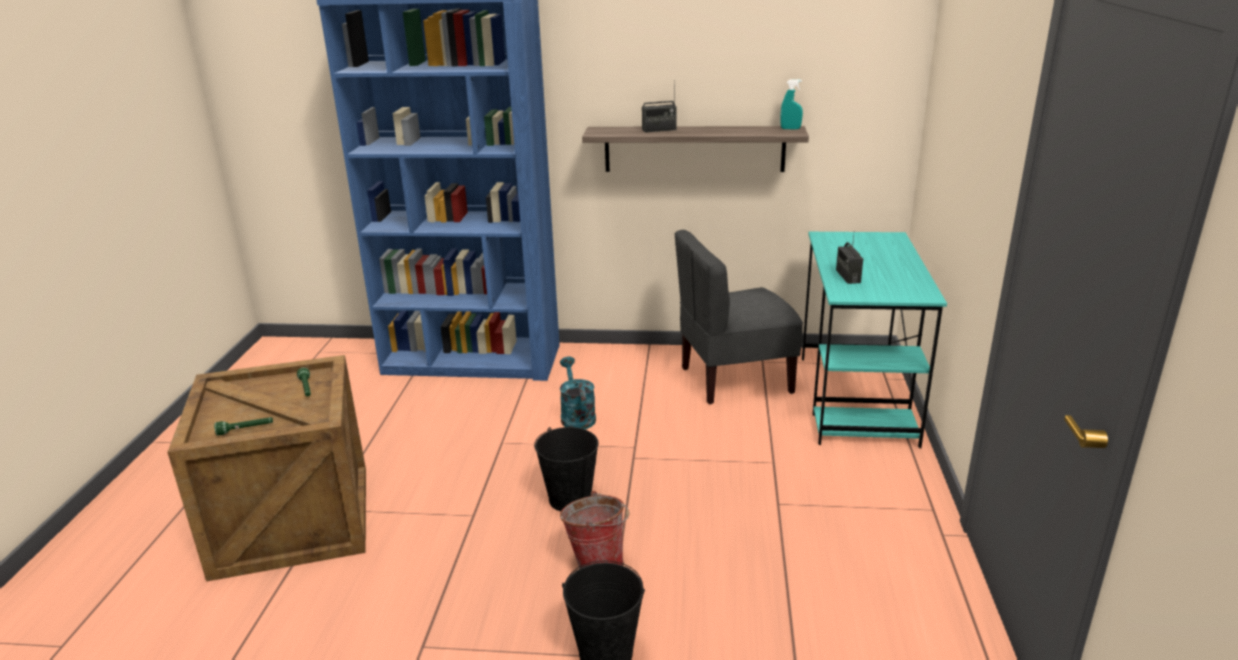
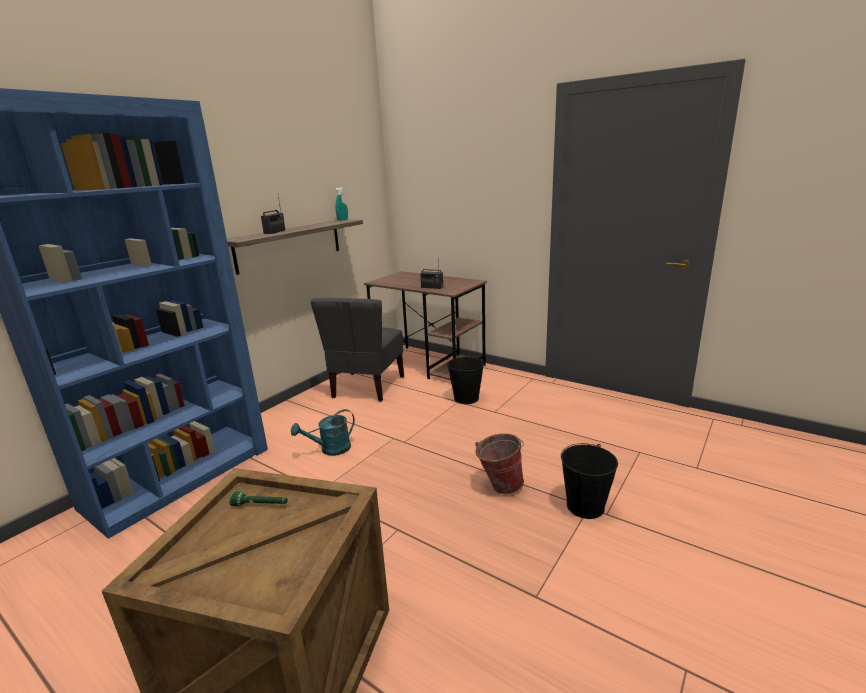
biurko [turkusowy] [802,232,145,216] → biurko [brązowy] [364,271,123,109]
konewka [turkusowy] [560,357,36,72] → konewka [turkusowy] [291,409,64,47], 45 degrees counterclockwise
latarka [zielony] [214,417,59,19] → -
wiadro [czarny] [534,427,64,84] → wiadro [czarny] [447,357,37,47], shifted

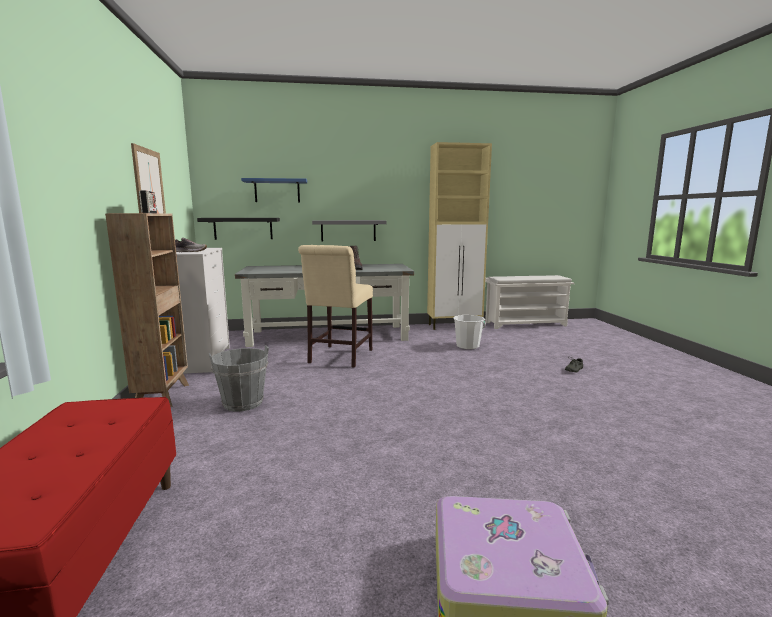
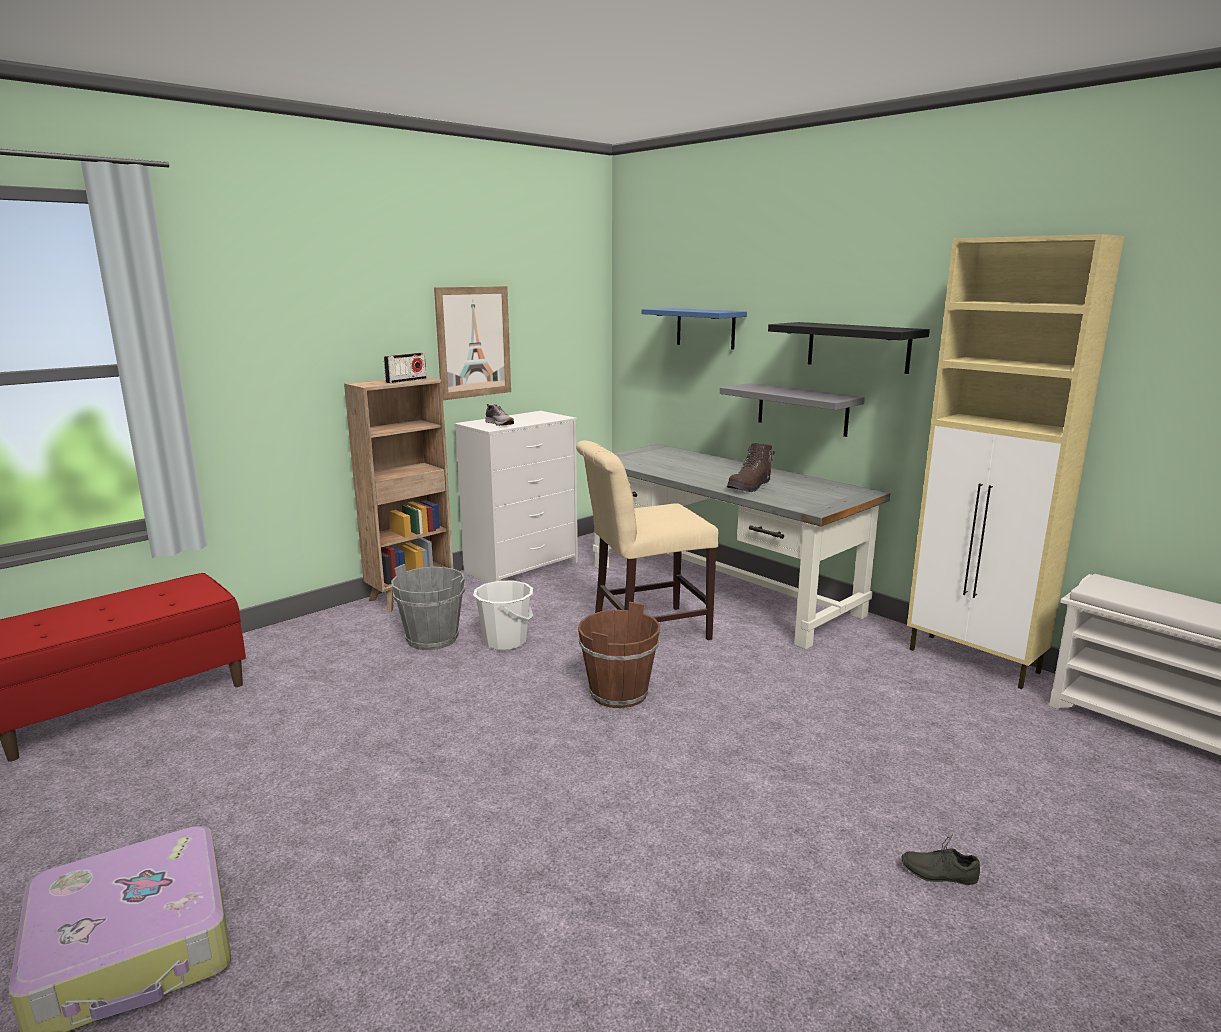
półka [czarny] [197,218,83,22] → półka [czarny] [768,322,162,52], shifted
wiadro [biały] [453,315,33,34] → wiadro [biały] [473,581,60,69], shifted
- → wiadro [brązowy] [578,602,82,106]

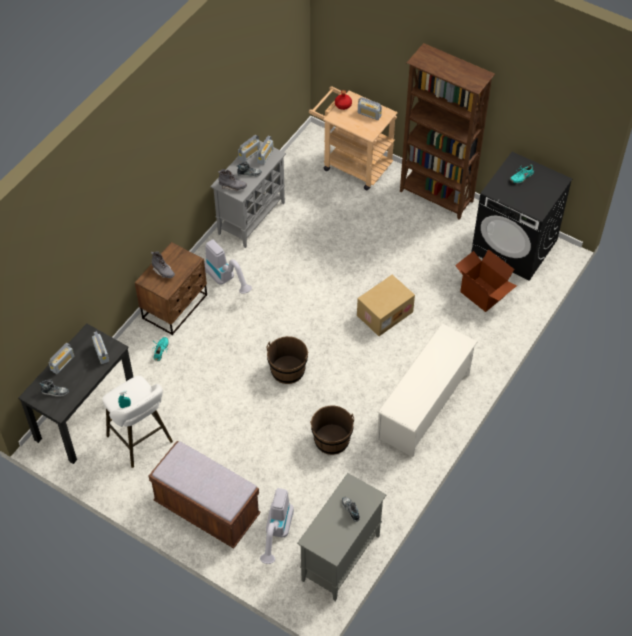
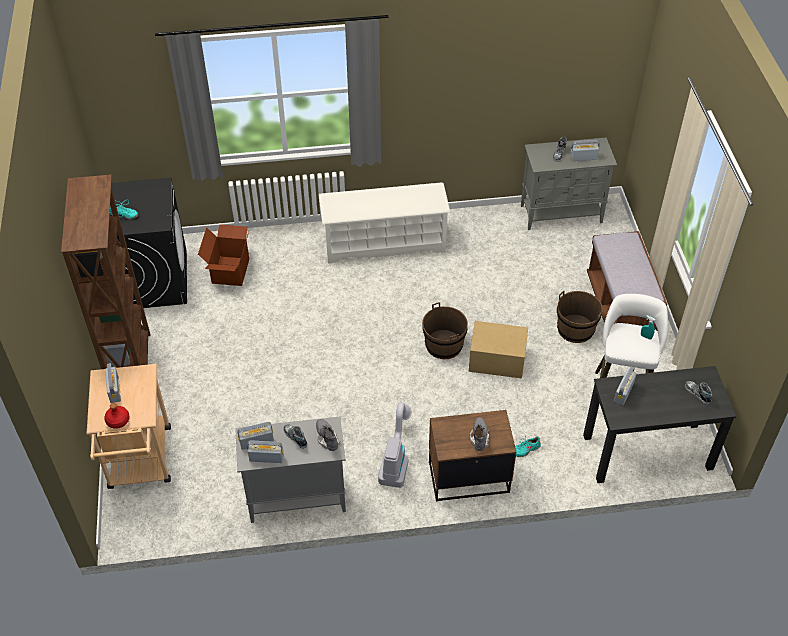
karton [357,275,58,61] → karton [469,321,59,58], shifted
radio [49,343,25,31] → radio [570,140,30,21], shifted
wiadro [brązowy] [310,405,44,50] → wiadro [brązowy] [557,290,46,53], shifted
odkurzacz [260,488,34,76] → -

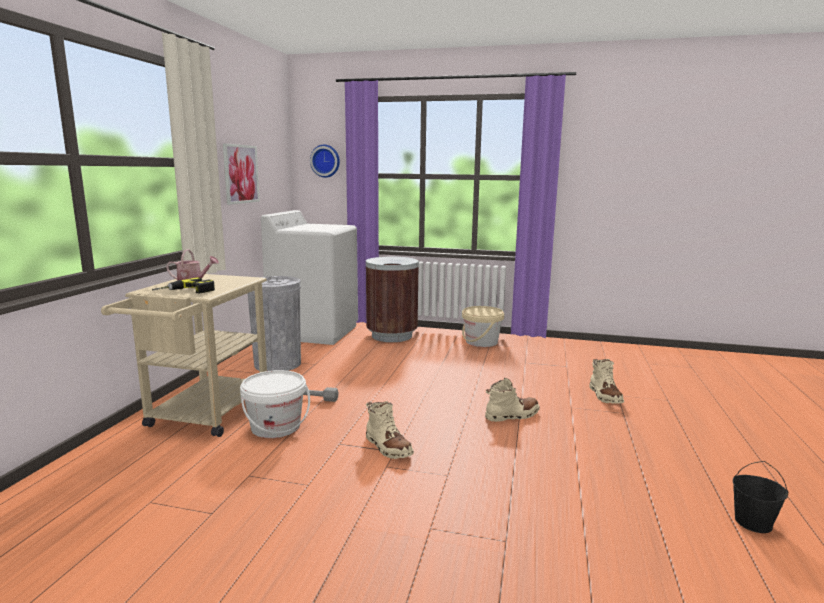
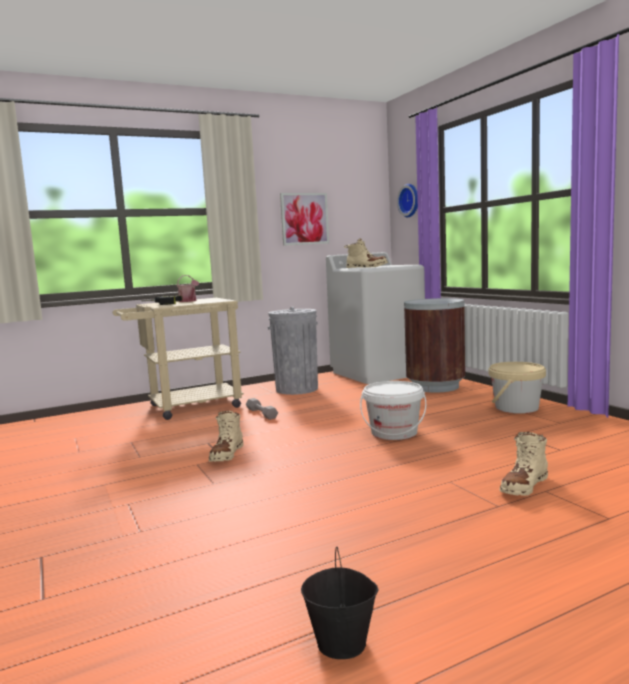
wiadro [biały] [240,370,70,68] → wiadro [biały] [360,381,66,59], shifted
but z cholewką [beżowy] [485,378,55,44] → but z cholewką [beżowy] [344,238,44,30], shifted

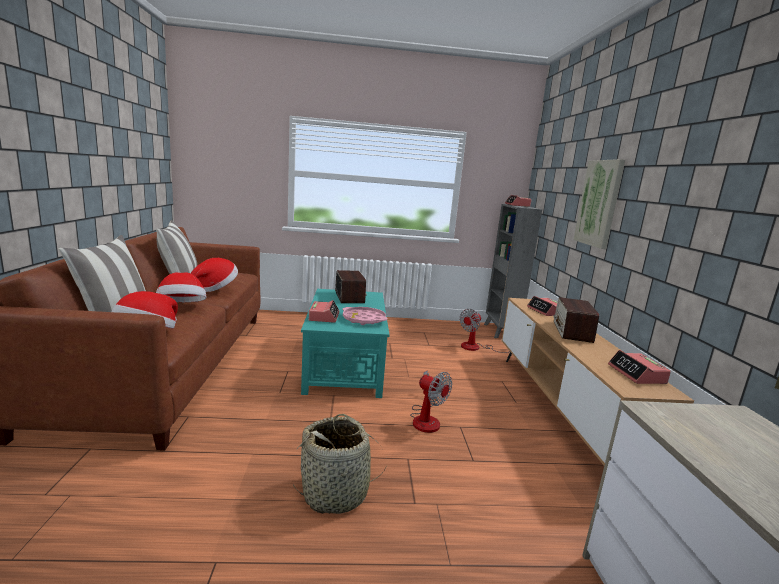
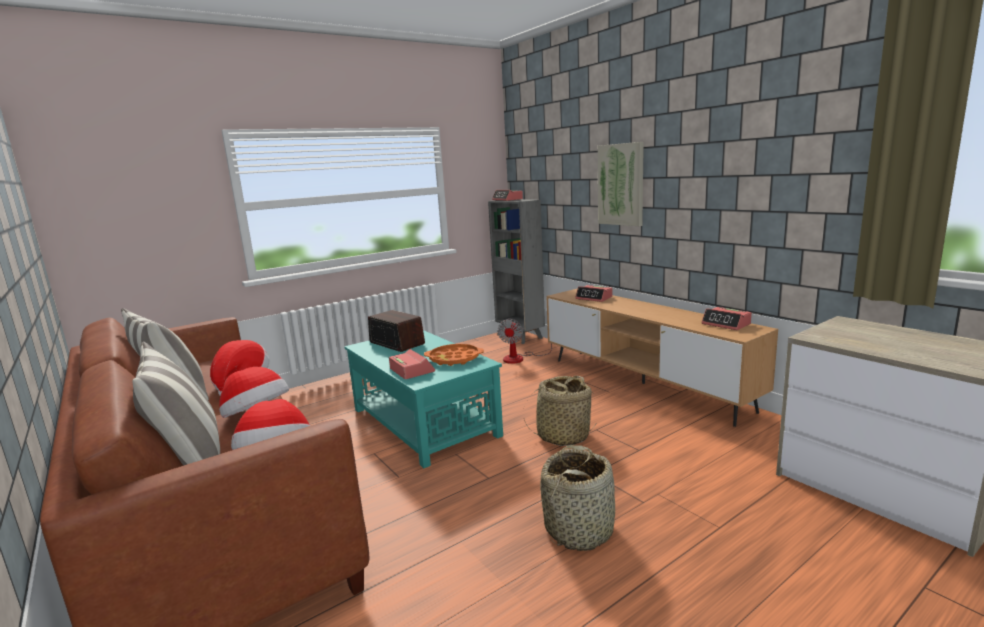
radio [553,297,46,46] → -
taca [różowy] [343,307,44,18] → taca [pomarańczowy] [424,344,60,22]
wentylator [410,370,42,63] → koszyk [524,376,73,70]

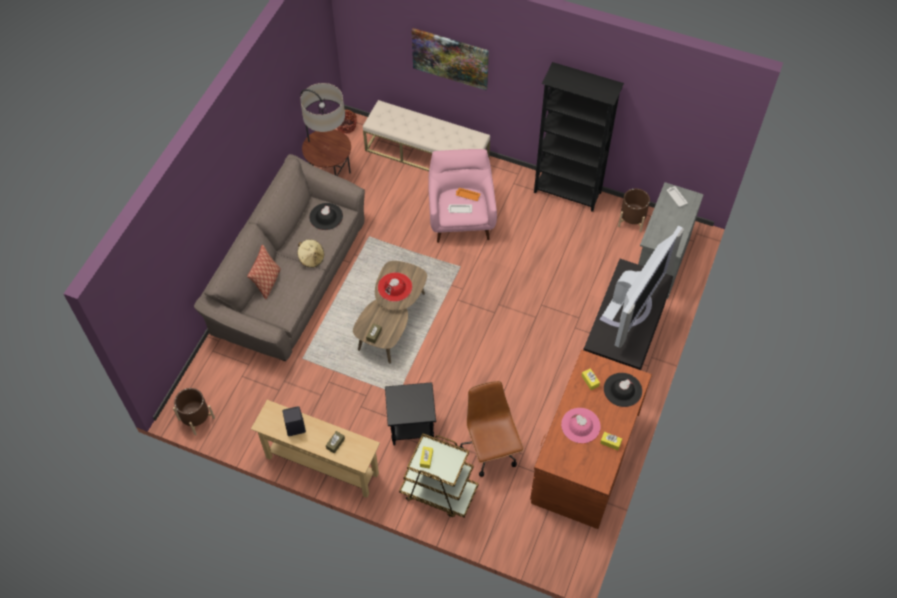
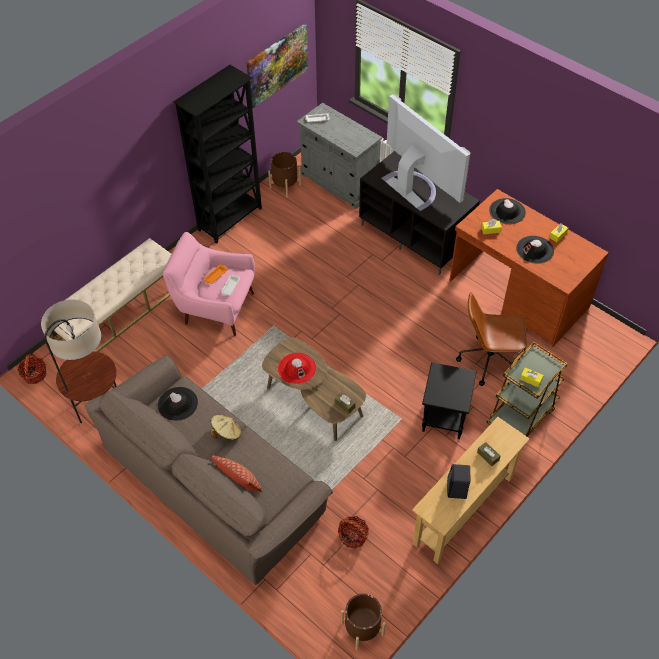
obraz [412,28,77,62] → obraz [246,24,62,84], shifted
kapelusz [różowy] [561,408,40,35] → kapelusz [czarny] [516,236,38,28]
- → koszyk [338,516,31,33]

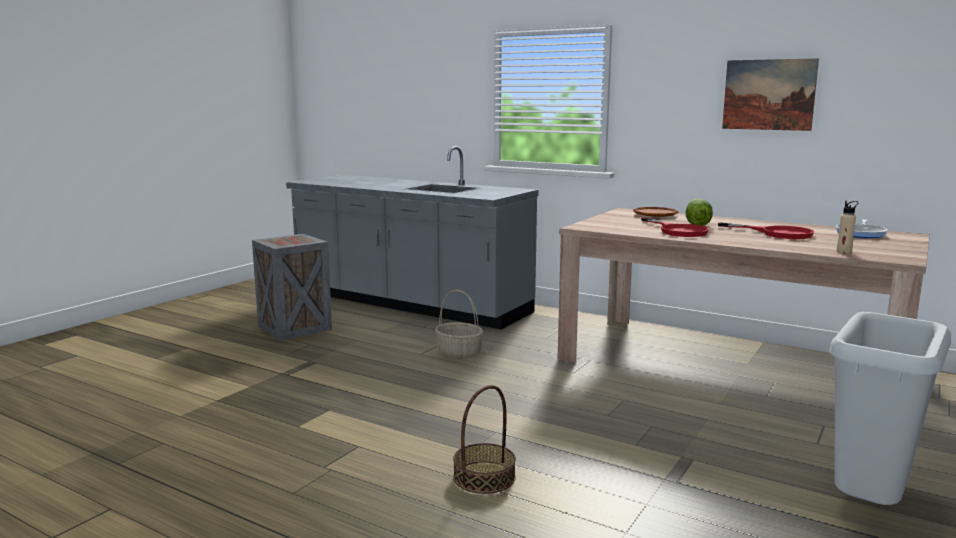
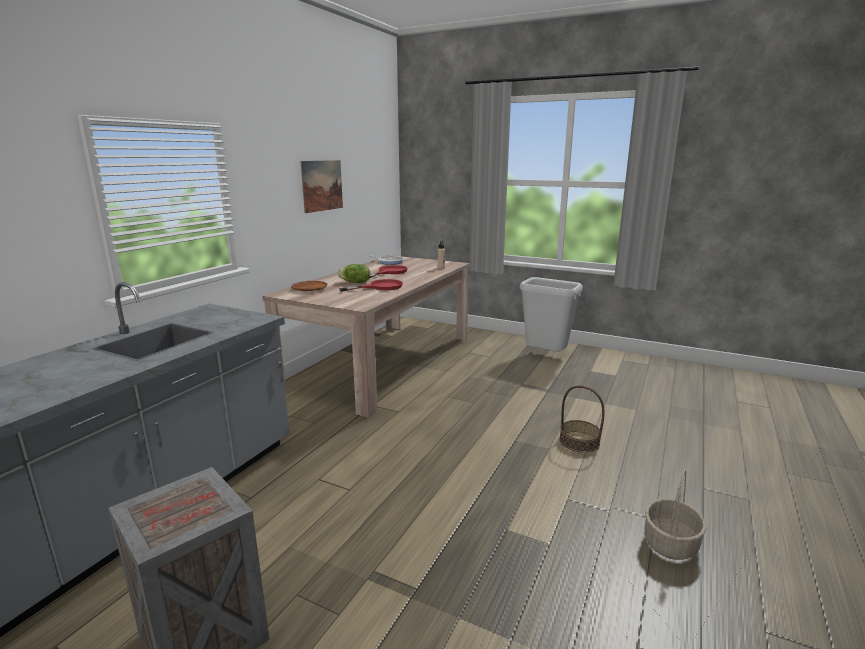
koszyk [435,289,48,70] → koszyk [644,470,62,90], shifted

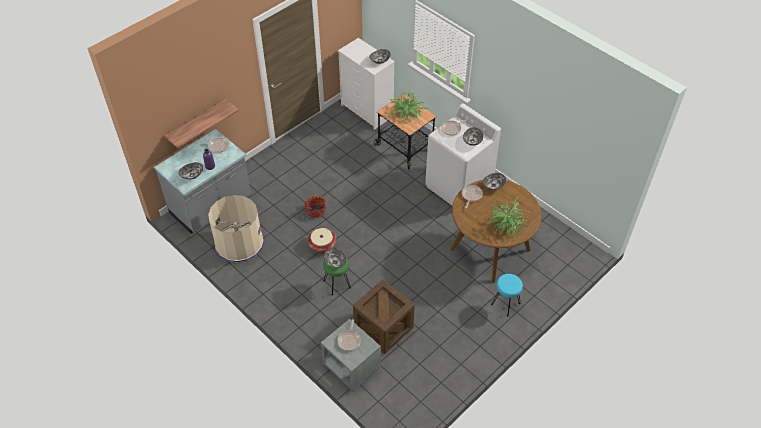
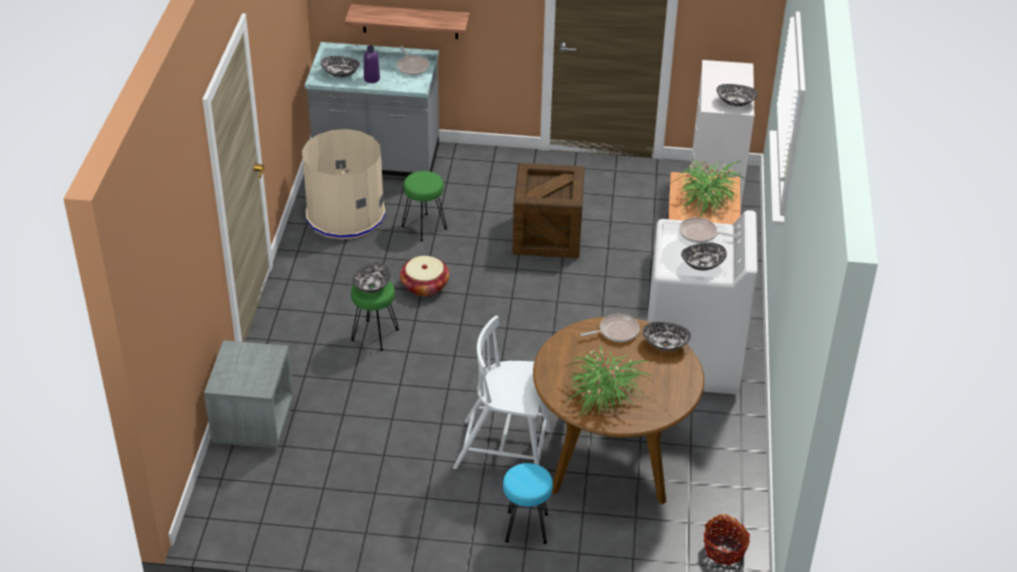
koszyk [304,195,22,23] → koszyk [703,514,47,51], shifted
skrzynka [353,280,62,74] → skrzynka [513,163,72,95], shifted
patelnia [338,319,23,32] → -
- → stołek [zielony] [402,171,45,70]
- → krzesło [biały] [453,316,98,153]

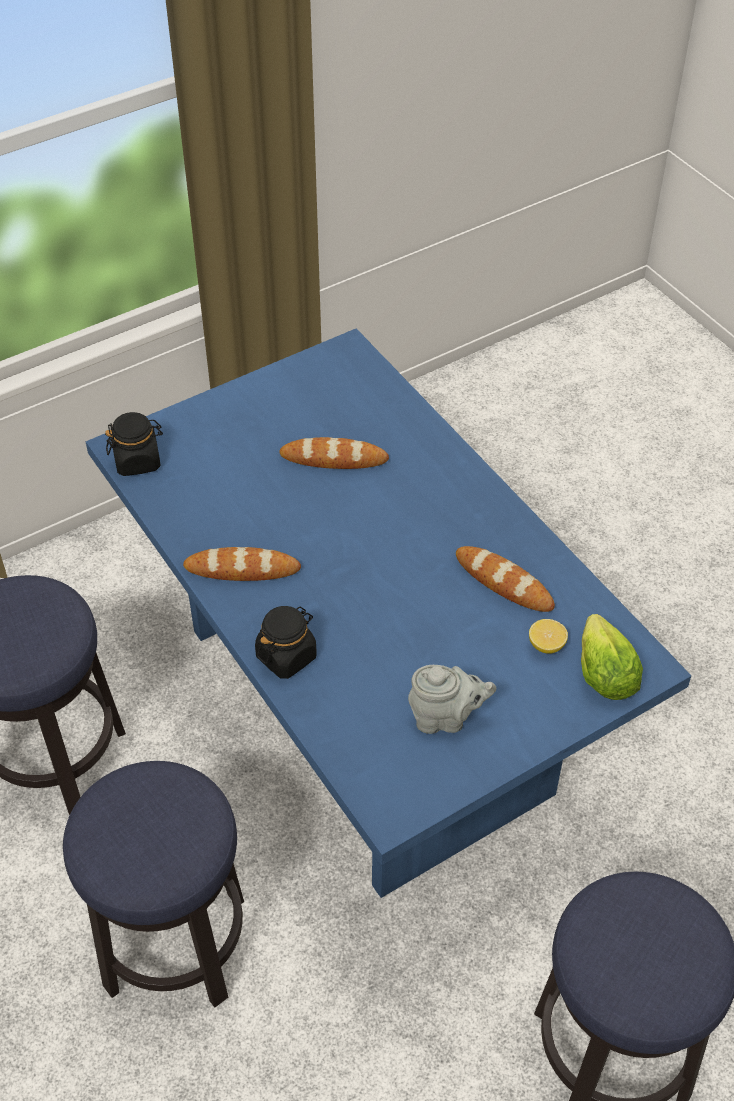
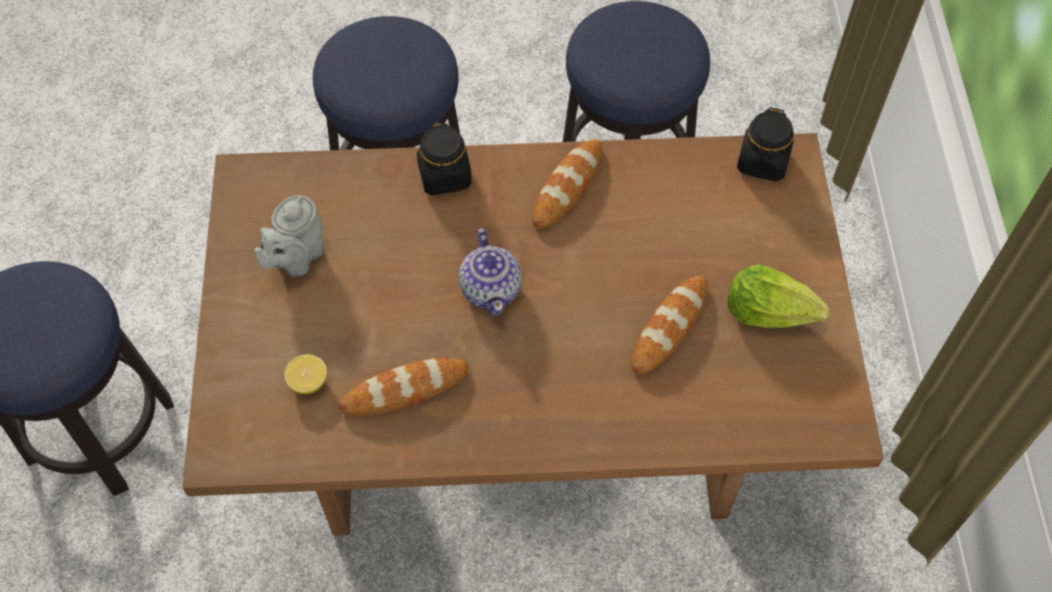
stół jadalny [niebieski] [86,328,605,570] → stół jadalny [brązowy] [182,133,702,403]
sałata [581,614,62,86] → sałata [728,264,102,64], shifted
- → imbryk [459,228,63,88]

